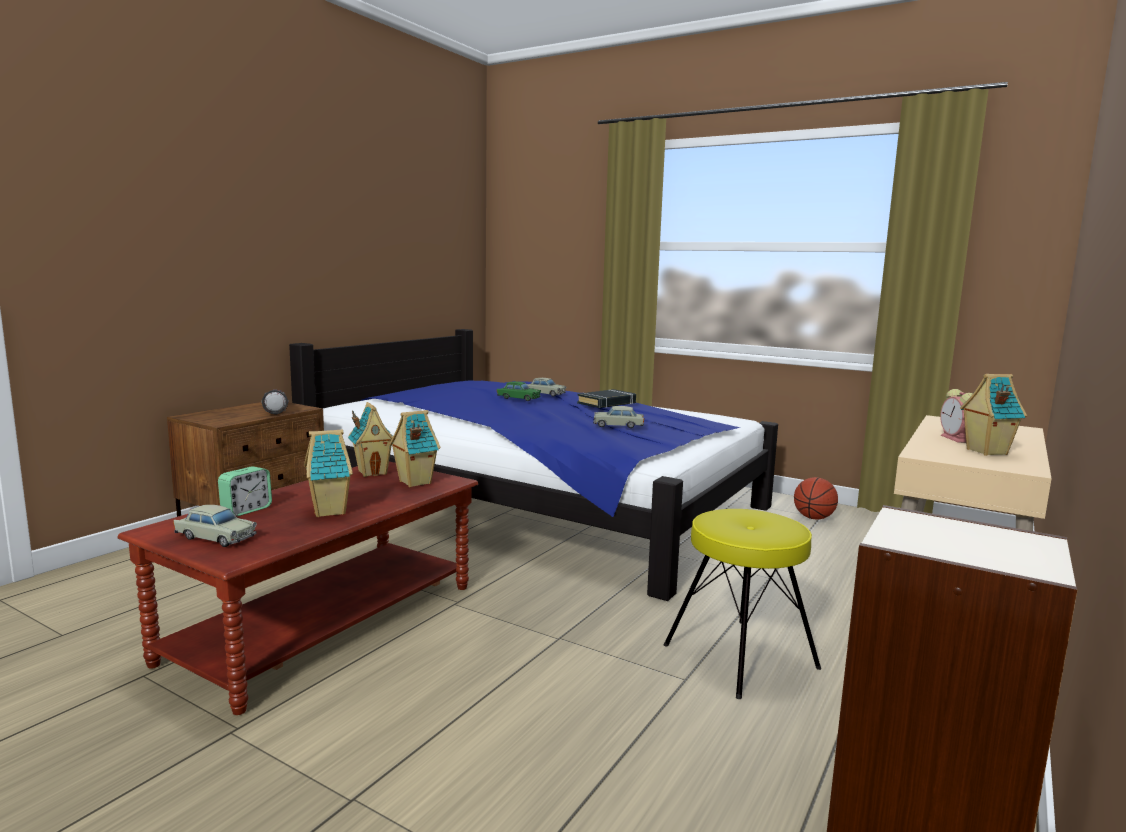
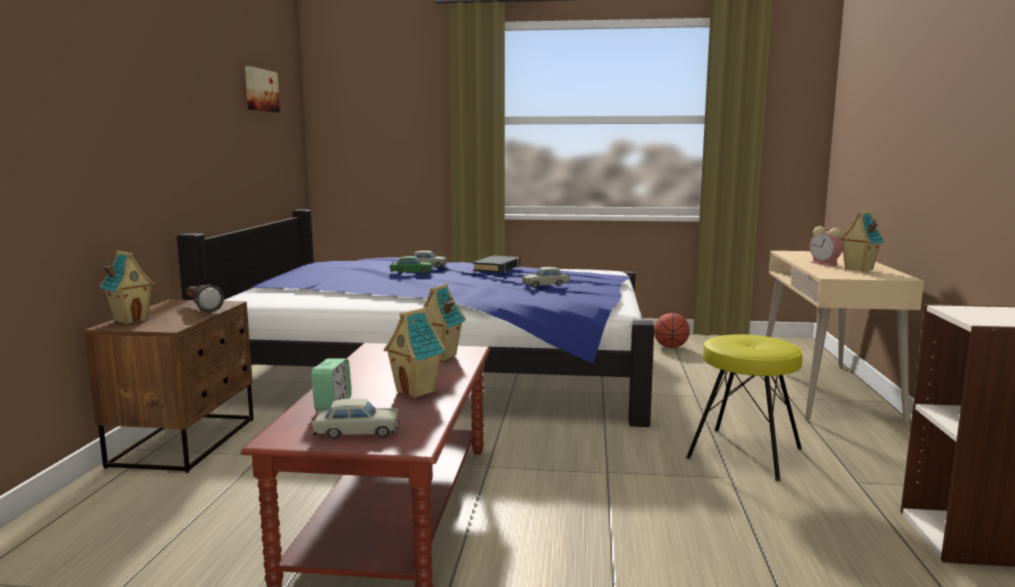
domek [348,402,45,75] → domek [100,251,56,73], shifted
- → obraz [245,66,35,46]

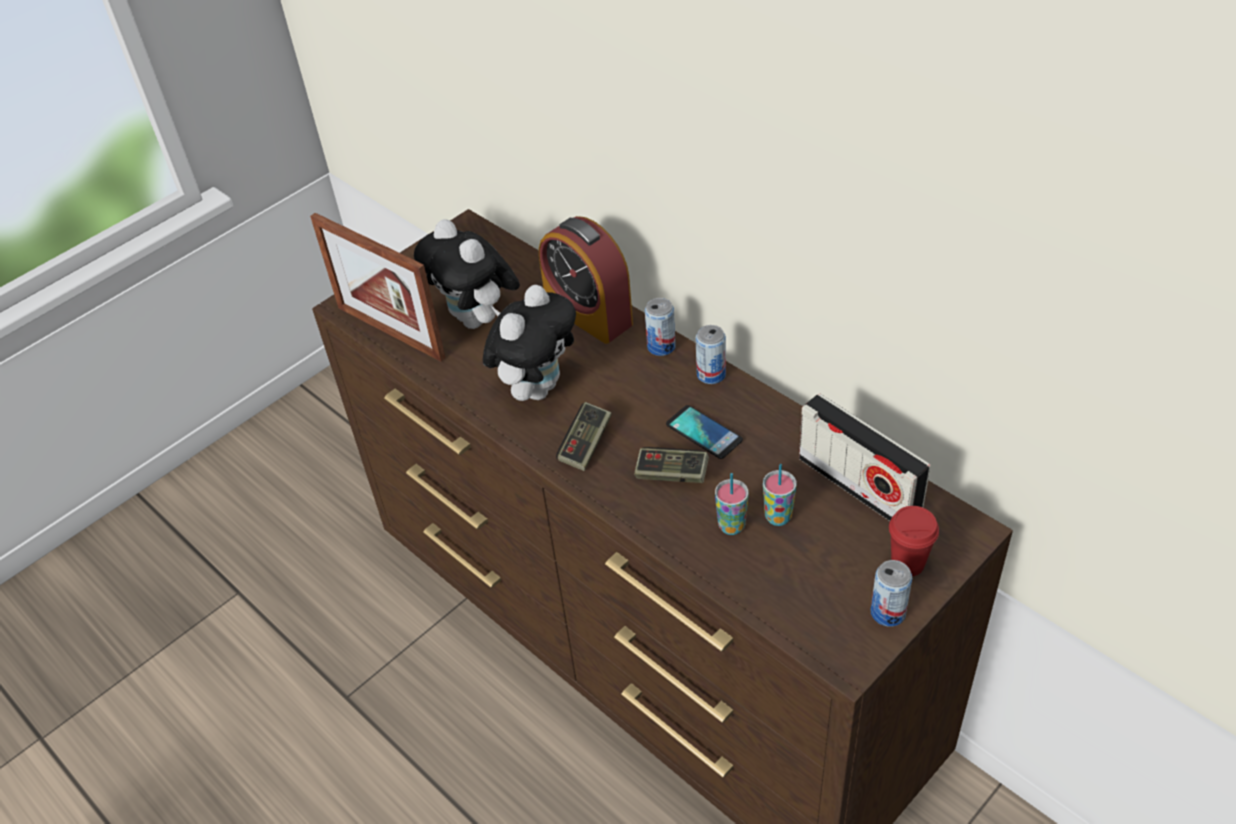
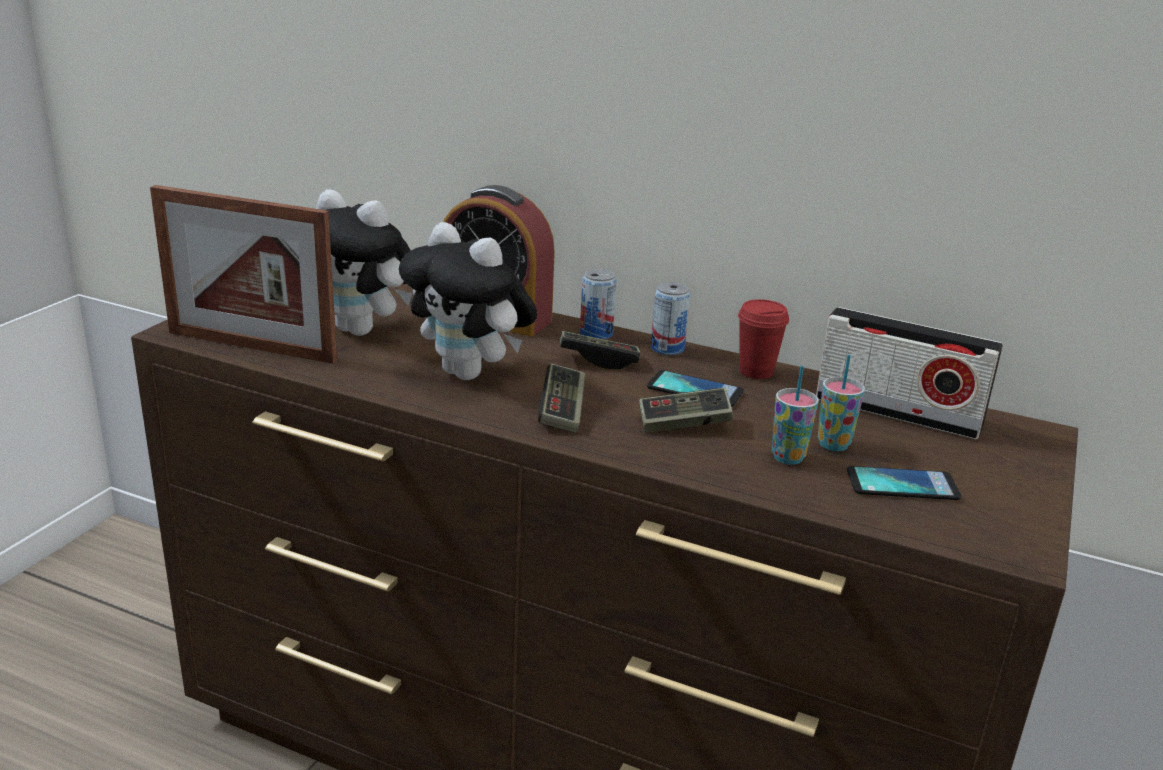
pluszak [483,285,93,116] → pluszak [399,222,138,158], 120 degrees clockwise
filiżanka [czerwony] [889,506,50,70] → filiżanka [czerwony] [738,299,51,80], shifted
puszka [870,560,42,66] → -
- → pad do gier [560,331,80,38]
- → telefon [847,466,114,34]

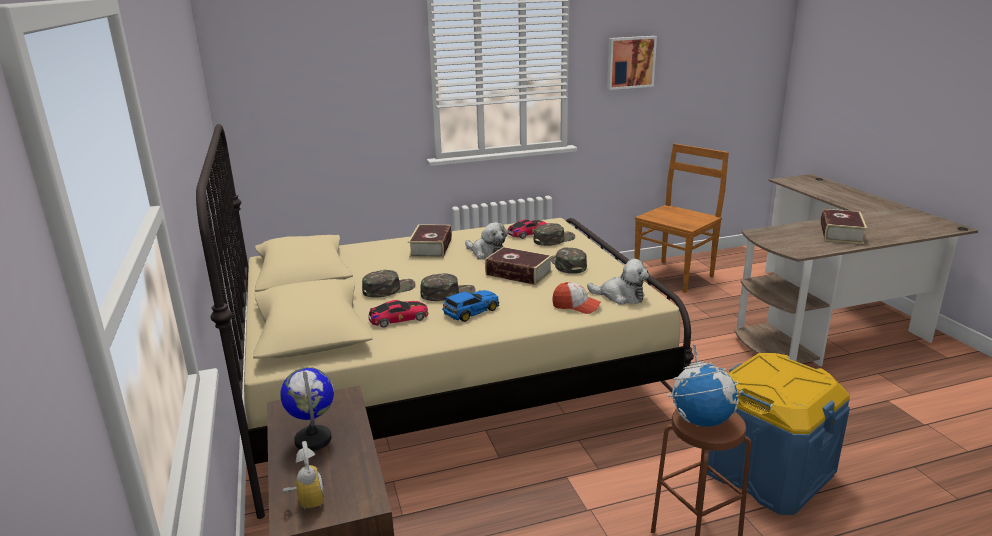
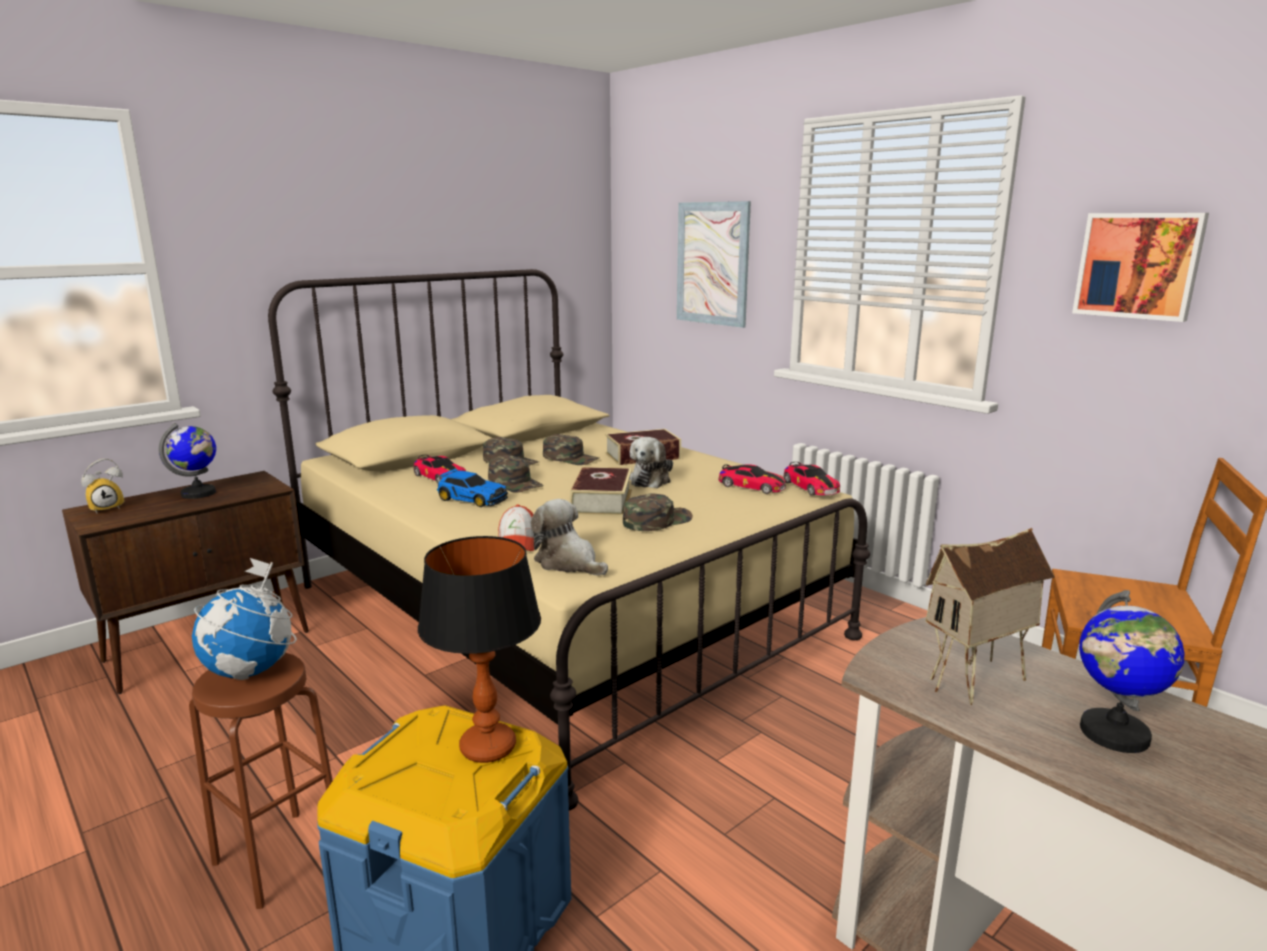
książka [821,209,46,35] → globus [1079,590,105,163]
czapka z daszkiem [zielony] [534,223,41,23] → czapka z daszkiem [zielony] [543,434,56,31], shifted
pluszak [587,259,62,46] → pluszak [531,499,77,77], 135 degrees clockwise
- → obraz [677,201,74,127]
- → samochodzik [783,462,57,34]
- → domek [925,528,130,177]
- → lampa stołowa [418,536,123,227]

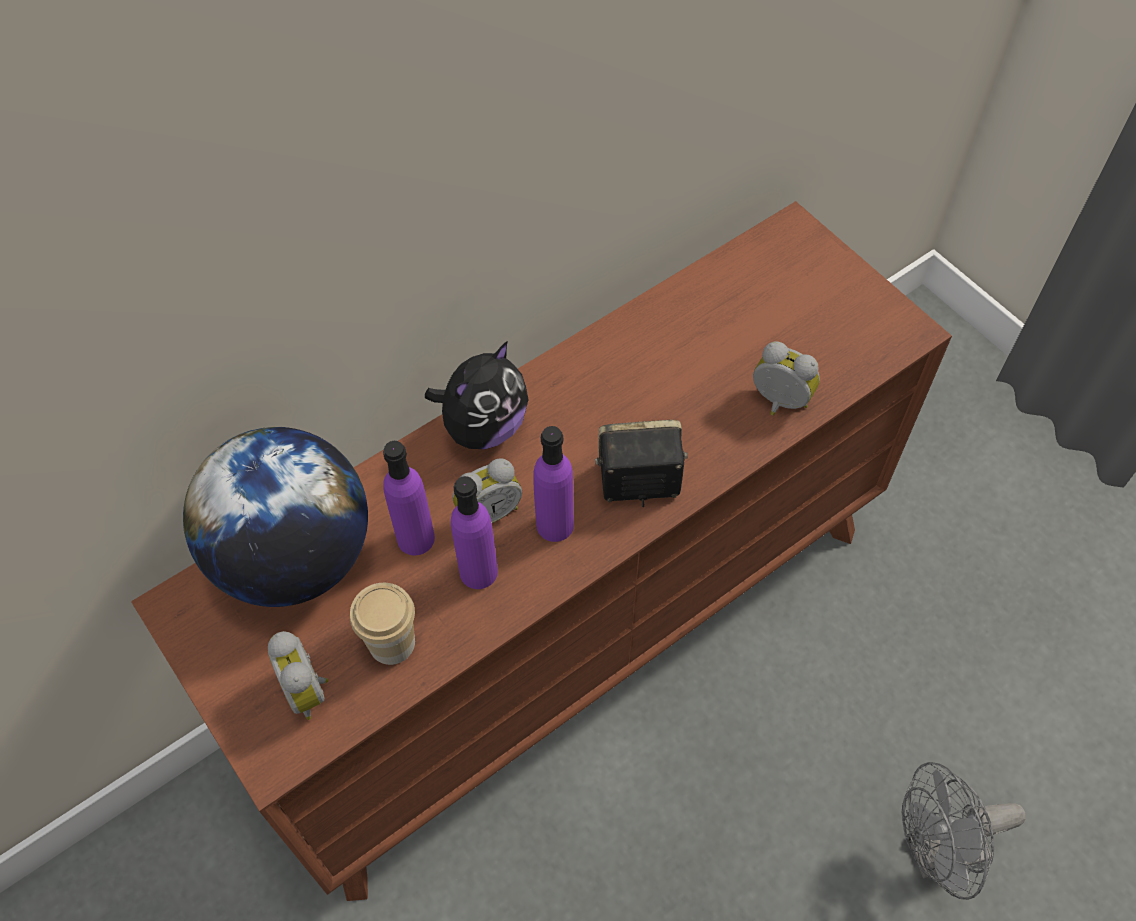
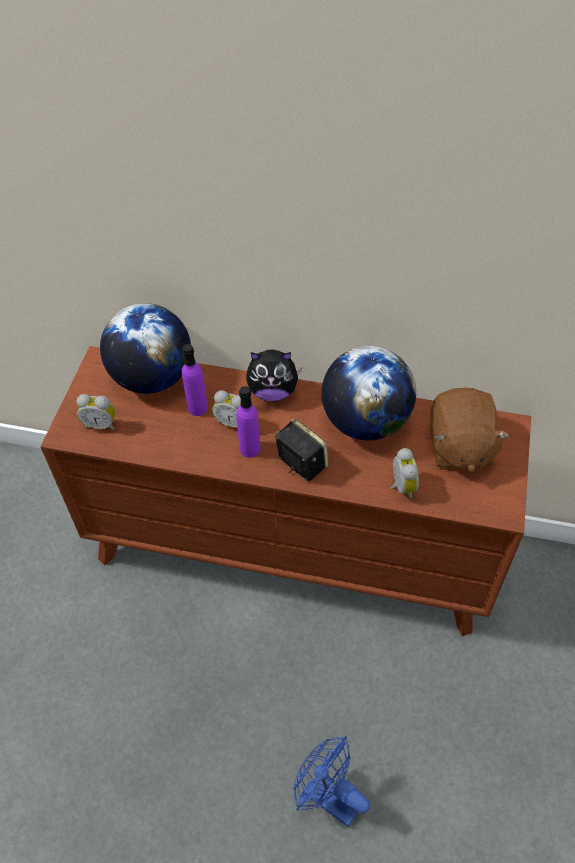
butelka [fioletowy] [451,476,47,113] → -
filiżanka [350,583,65,82] → -
budzik [268,631,61,89] → budzik [77,394,39,37], 105 degrees counterclockwise
wentylator [szary] [902,762,124,138] → wentylator [niebieski] [293,736,77,91]
- → globus [321,346,95,95]
- → pluszak [brązowy] [430,387,80,85]

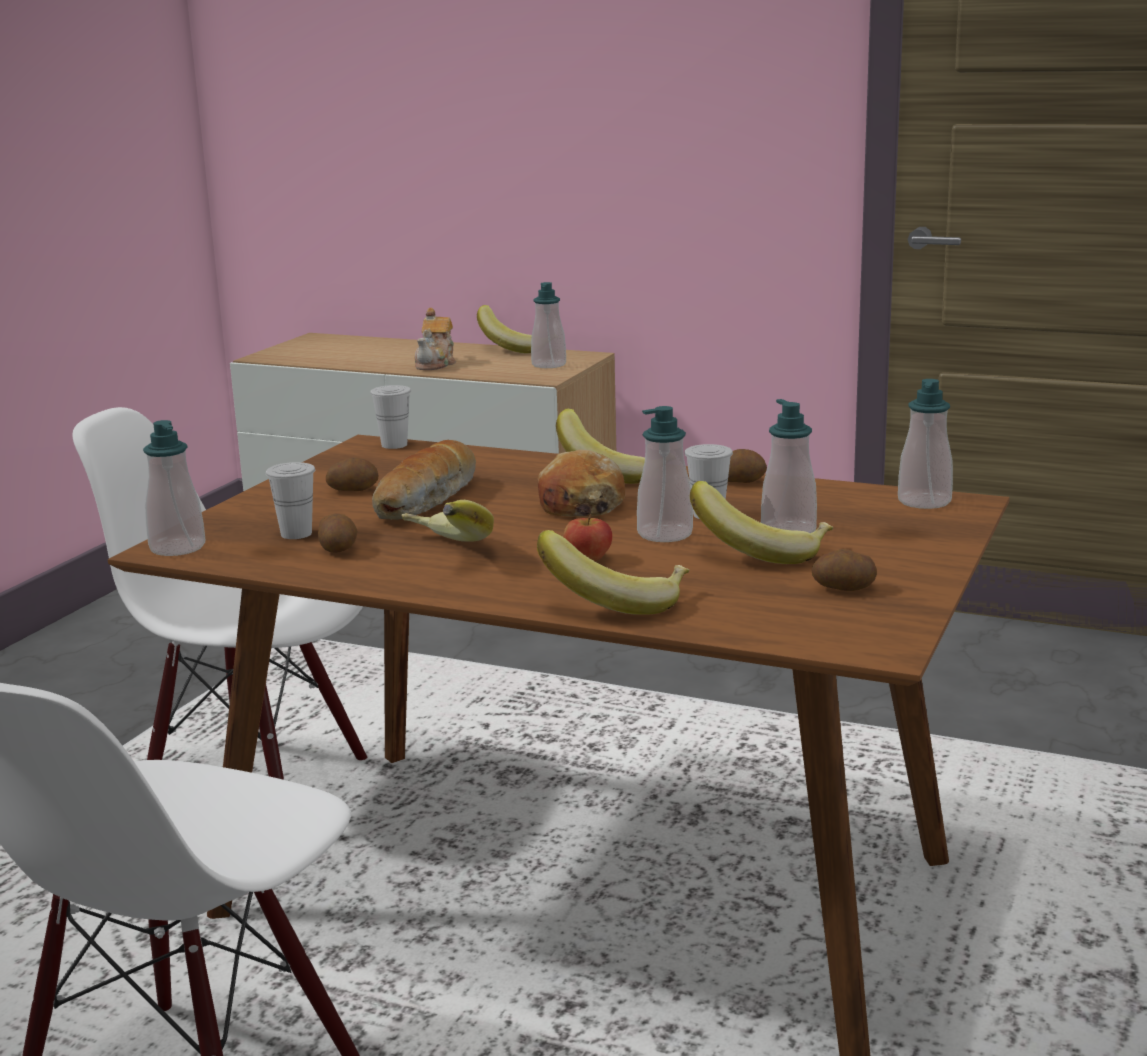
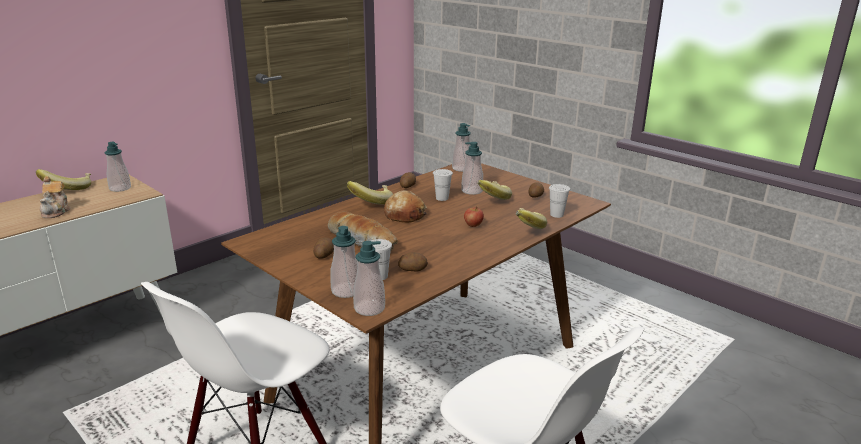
imbryk [414,308,42,62] → imbryk [40,176,31,42], 45 degrees clockwise
filiżanka [biały] [370,385,41,64] → filiżanka [biały] [549,184,21,34], shifted
dozownik mydła [637,406,56,136] → dozownik mydła [330,226,28,72], shifted
banan [401,500,93,42] → -

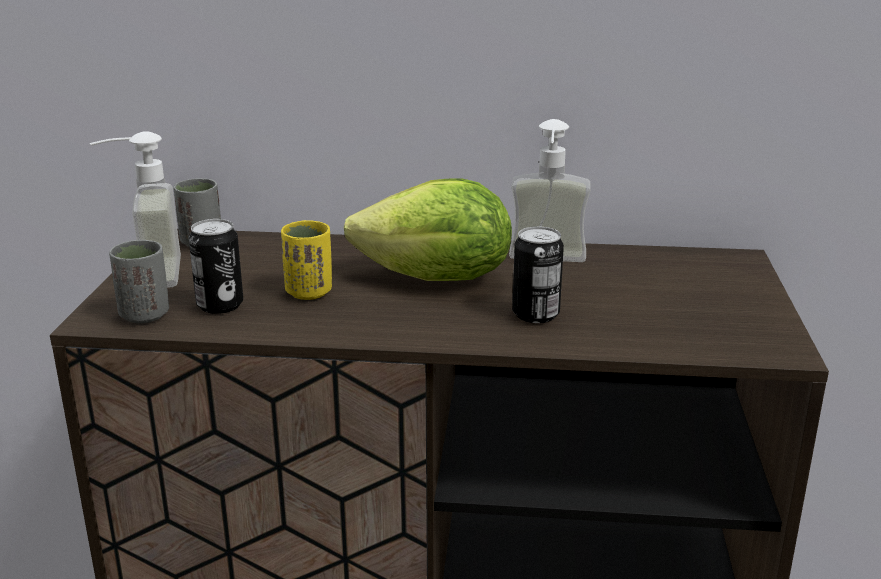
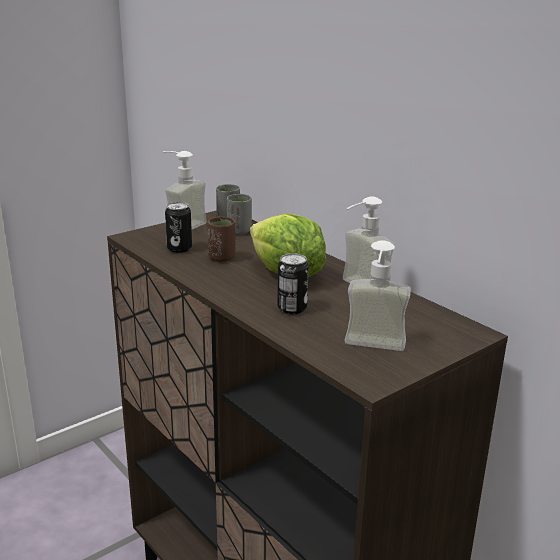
filiżanka [żółty] [281,220,51,80] → filiżanka [brązowy] [208,217,27,45]
filiżanka [szary] [109,240,60,83] → filiżanka [szary] [227,194,25,41], shifted
- → dozownik mydła [345,240,66,111]

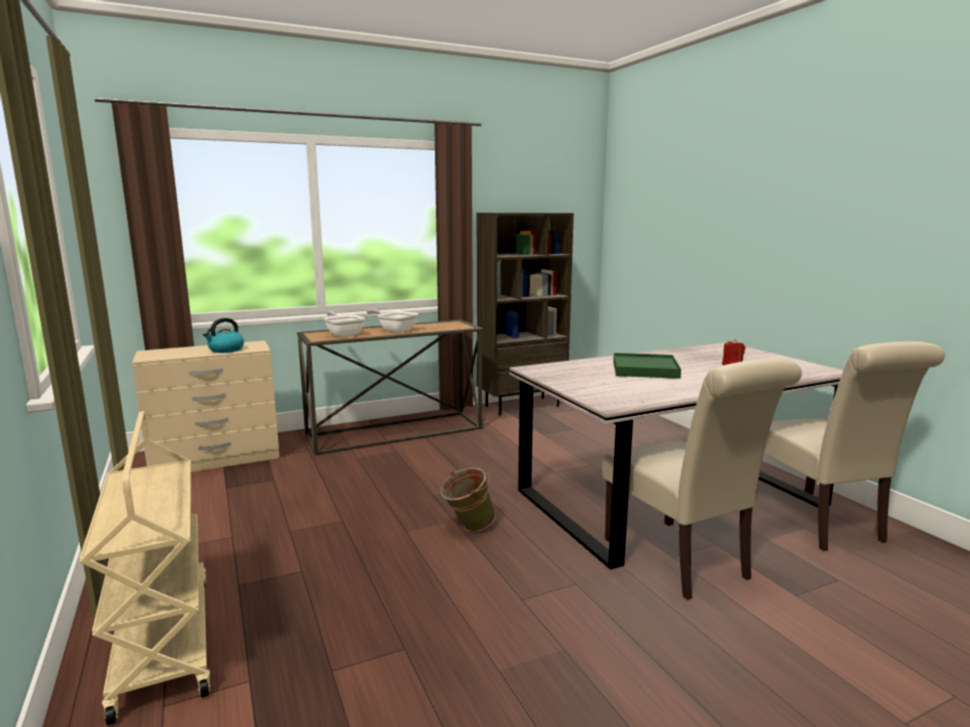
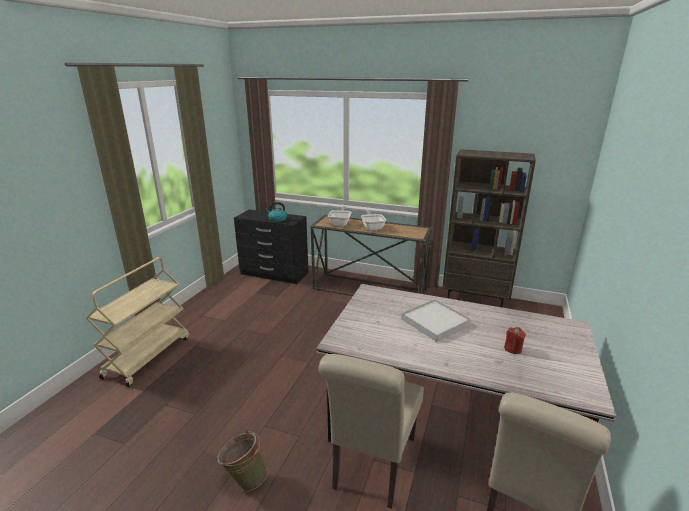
komoda [beżowy] [132,341,148,131] → komoda [czarny] [234,209,75,75]
taca [zielony] [613,353,68,26] → taca [biały] [401,299,70,43]
wiadro [zielony] [440,468,56,64] → wiadro [zielony] [217,430,50,61], shifted

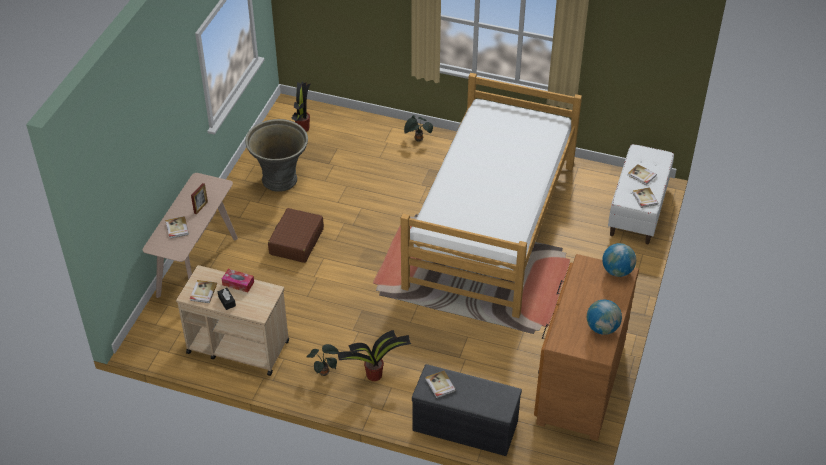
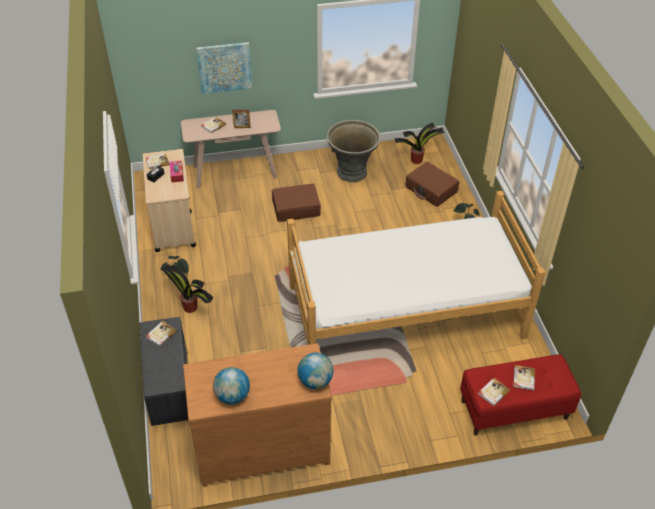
ławka [biały] [608,144,66,100] → ławka [czerwony] [460,354,121,82]
- → obraz [196,42,56,52]
- → walizka [brązowy] [406,162,53,45]

